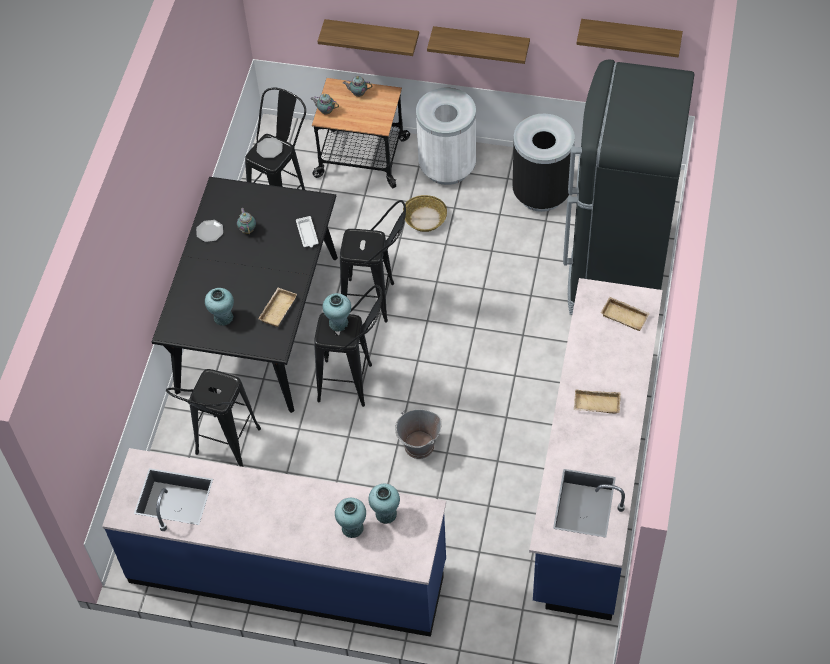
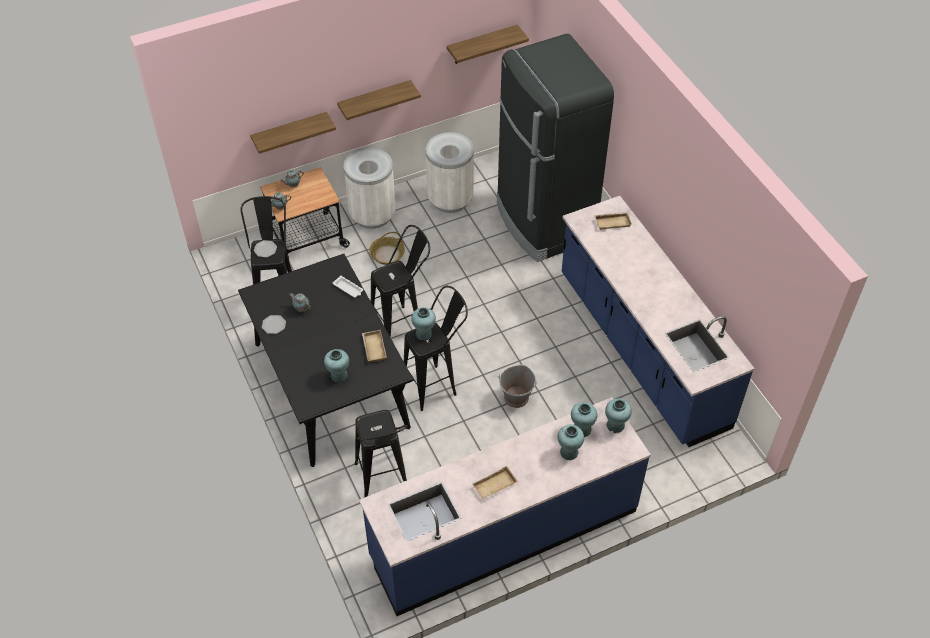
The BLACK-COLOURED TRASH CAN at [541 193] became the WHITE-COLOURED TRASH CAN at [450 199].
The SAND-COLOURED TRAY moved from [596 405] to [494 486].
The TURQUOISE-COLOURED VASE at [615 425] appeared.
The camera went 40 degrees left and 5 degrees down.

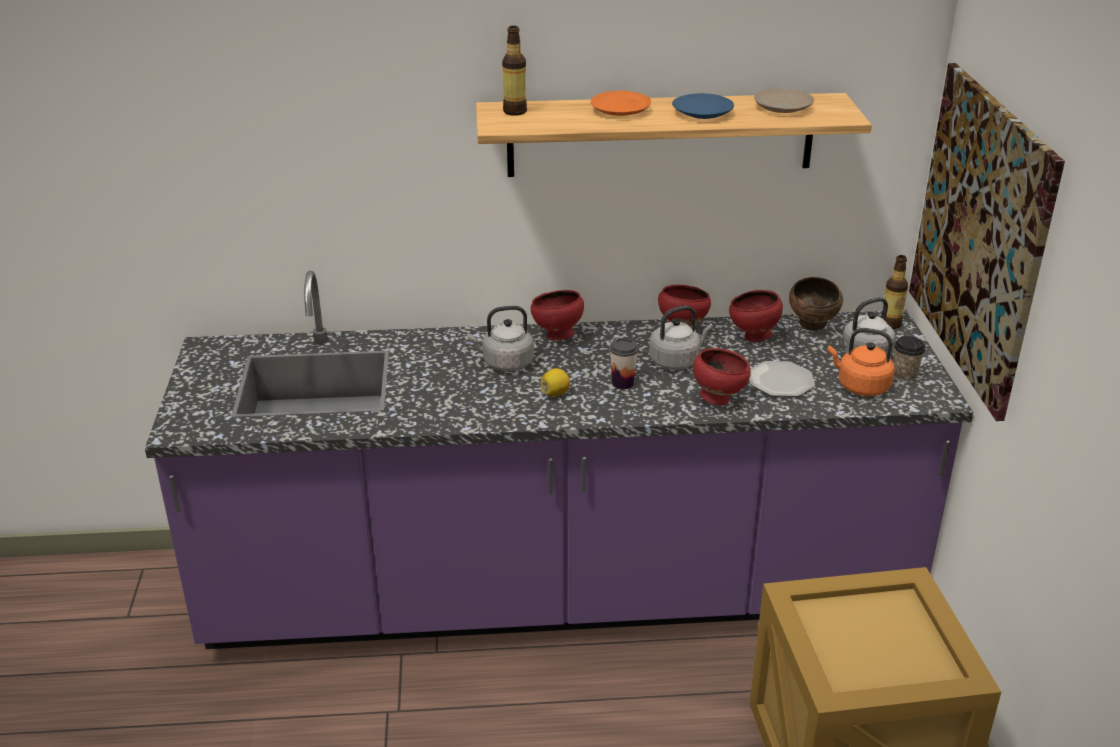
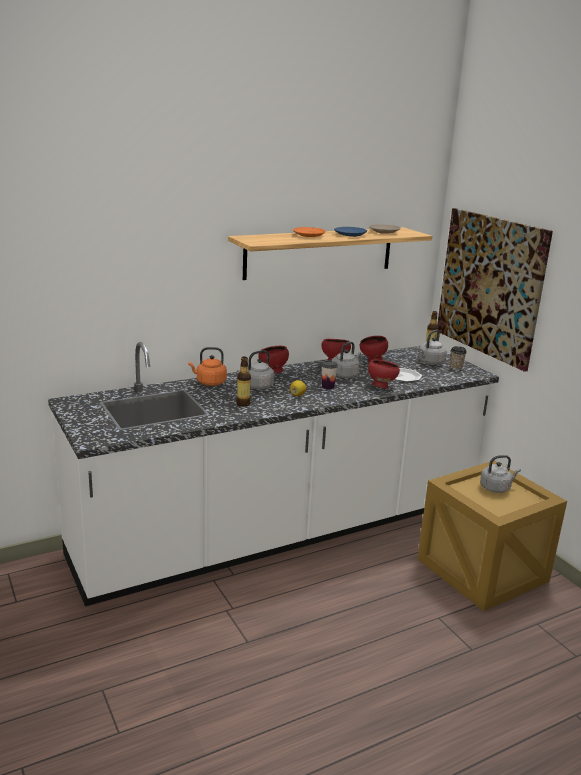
The BEVERAGE BOTTLE moved from [515 111] to [243 404].
The PURPLE COUNTER at [560 593] became the WHITE-COLOURED COUNTER at [283 531].
The BROWN BOWL at [813 326] disappeared.
The ORANGE-COLOURED TEA KETTLE moved from [860 386] to [209 382].
The GRAY TEA KETTLE at [496 488] appeared.
The camera went 25 degrees left and 10 degrees down.

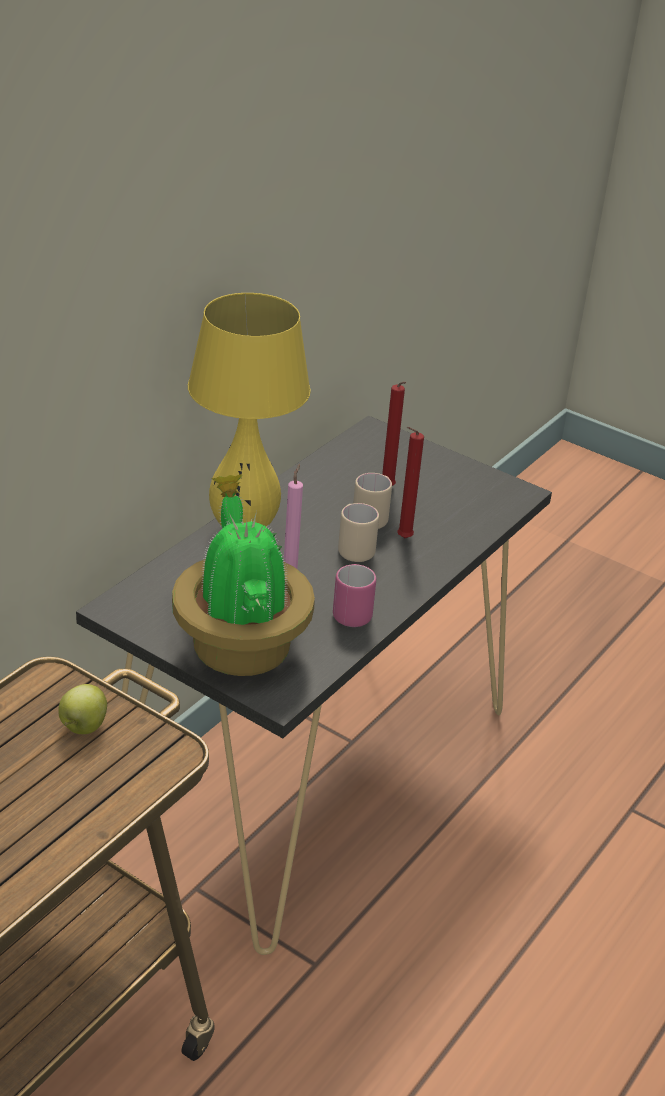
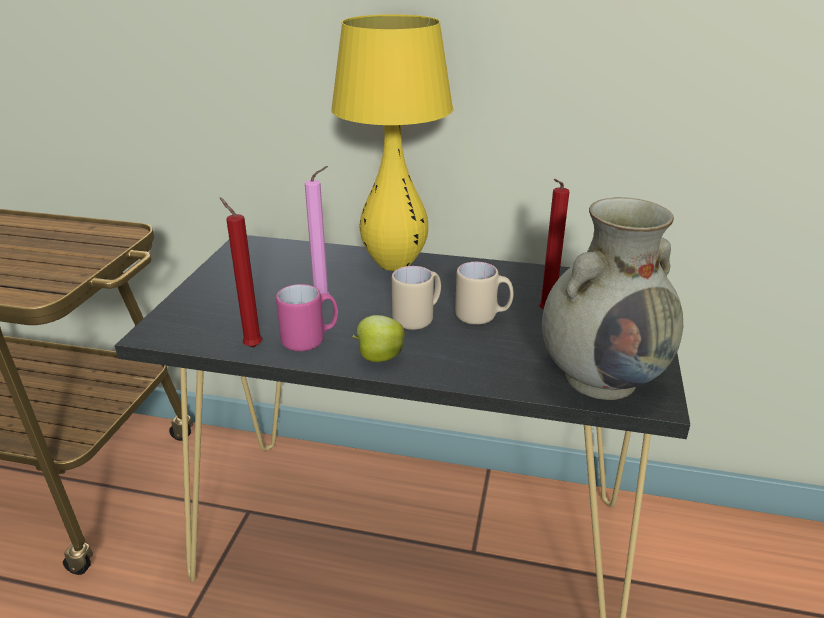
The RED CANDLE moved from [402 539] to [251 346].
The PLANT IN A POT at [240 644] disappeared.
The WHOLE APPLE moved from [83 727] to [378 357].
The SAND-COLOURED VASE at [602 377] appeared.
The camera went 70 degrees right and 5 degrees down.

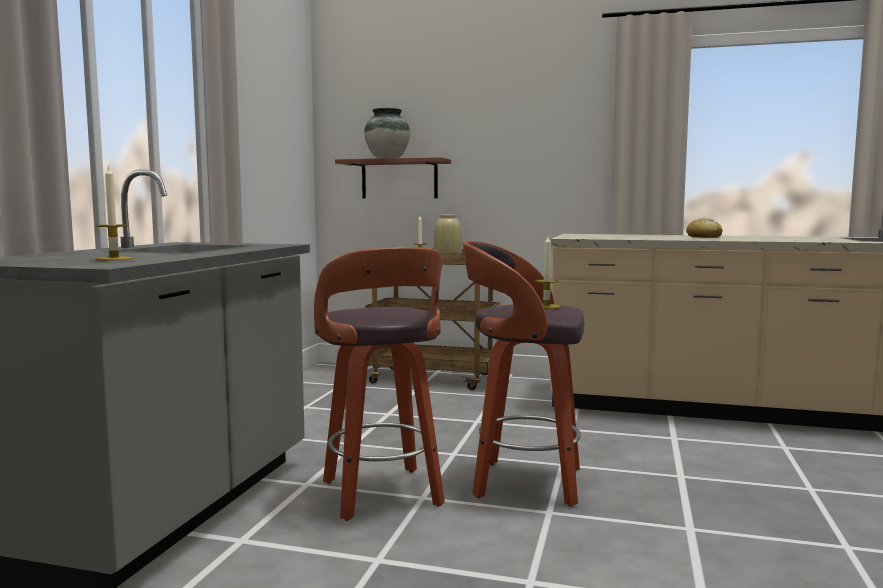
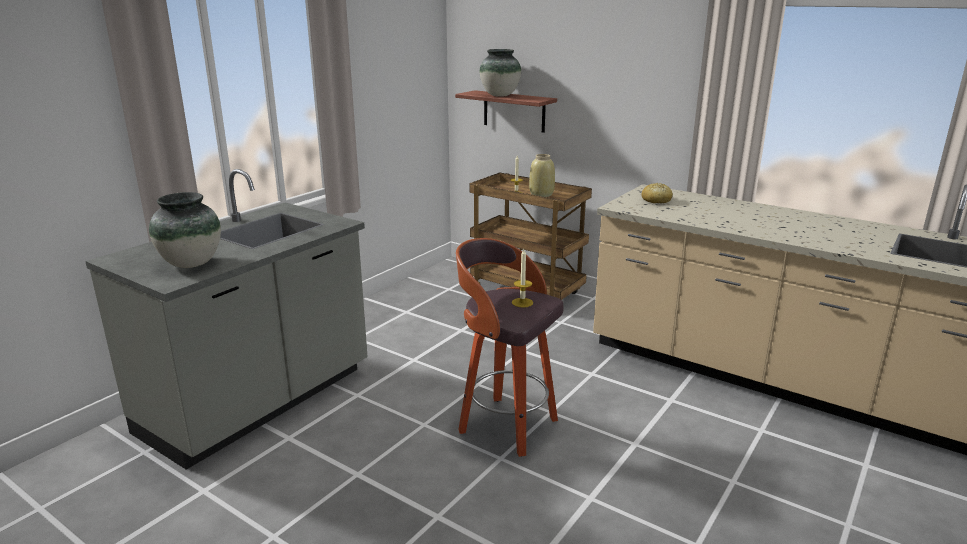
The CANDLE at [114 259] was replaced by the VASE at [192 263].
The BAKERY BREAD moved from [703 237] to [656 200].
The STOOL SEAT at [383 495] disappeared.
The camera went 20 degrees right and 15 degrees up.

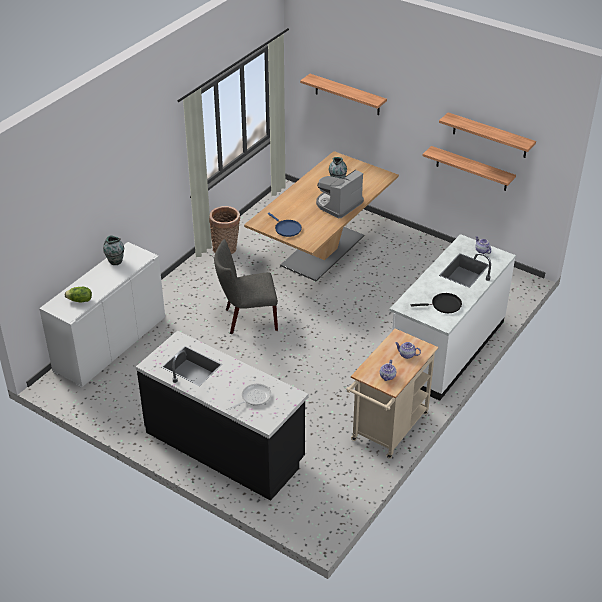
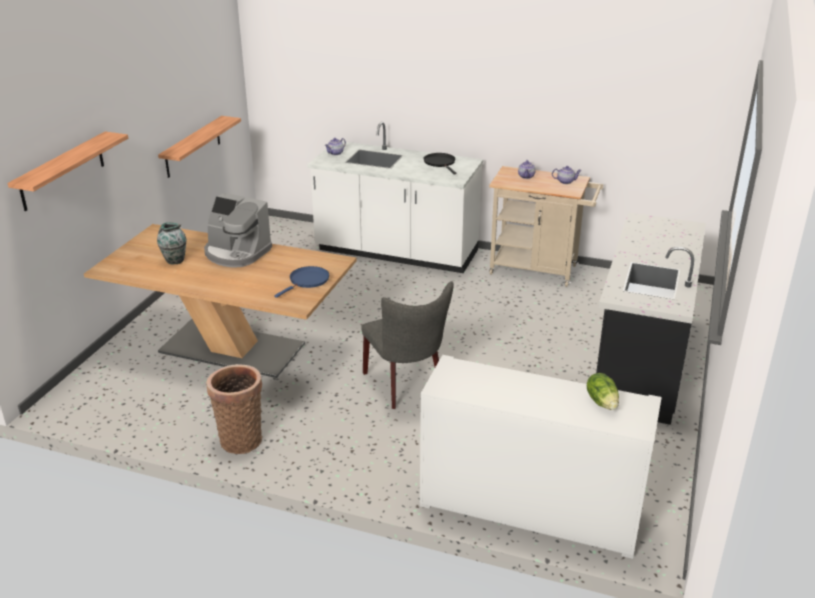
The WALL SHELF at [490 135] disappeared.
The VASE at [115 261] disappeared.
The PAN at [253 398] disappeared.
The camera went 105 degrees left and 10 degrees down.

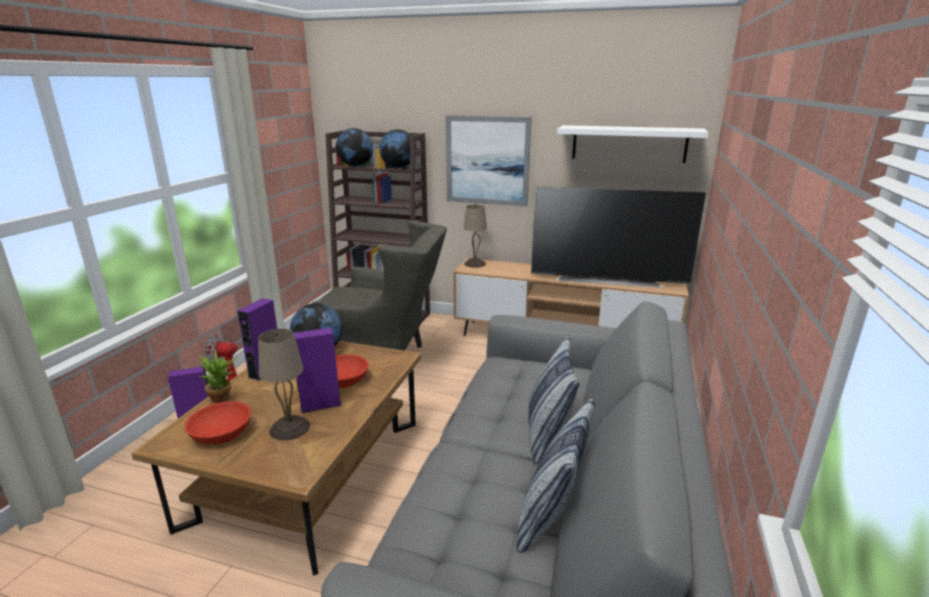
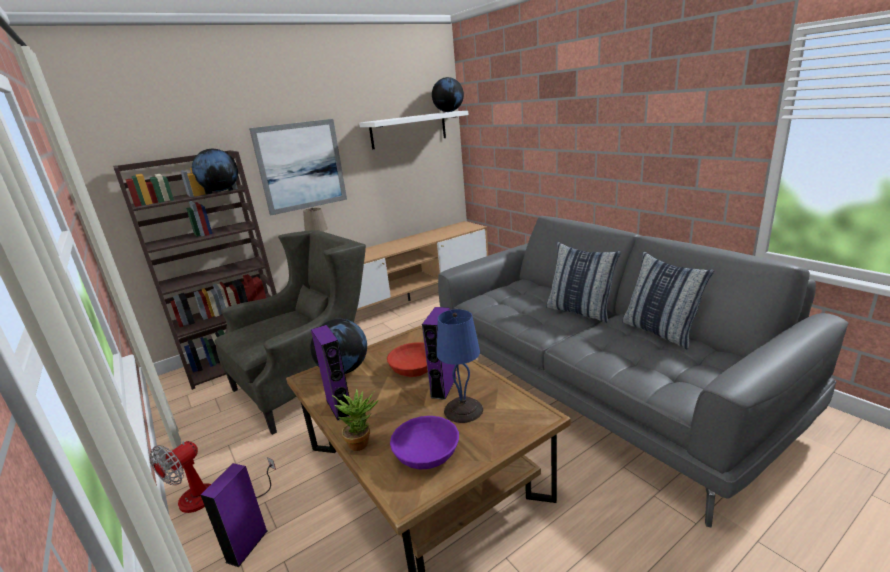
The GLOBE moved from [356 166] to [449 112].
The TV at [608 279] disappeared.
The SAND-COLOURED TABLE LAMP at [288 428] became the BLUE TABLE LAMP at [463 410].
The RED BOWL at [221 432] became the PURPLE BOWL at [426 452].
The camera went 50 degrees left and 0 degrees up.

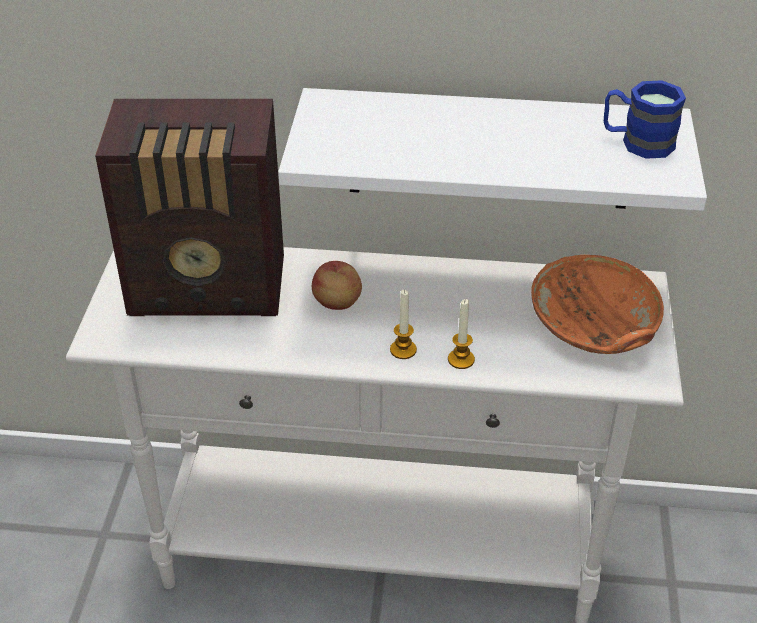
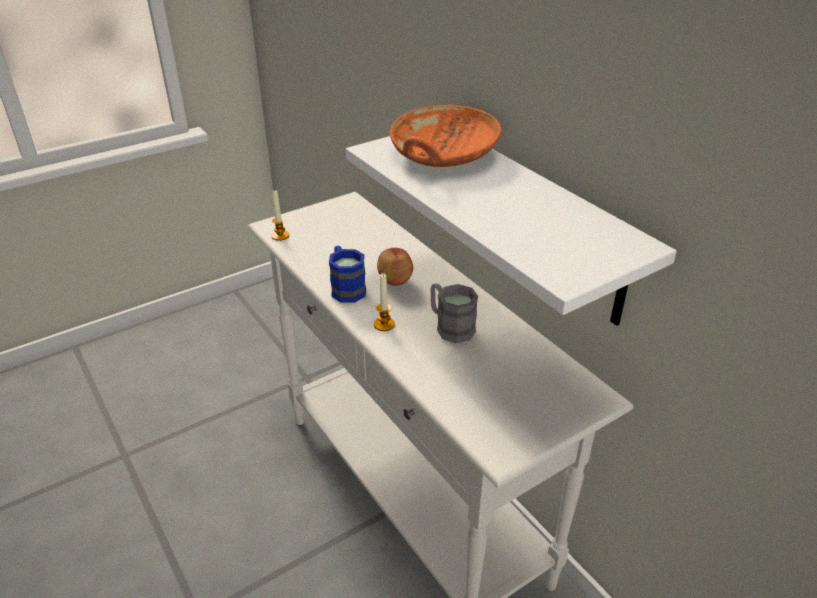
The BLUE TEA MUG moved from [637 142] to [346 288].
The RADIO at [211 288] disappeared.
The ORANGE-COLOURED BOWL moved from [595 324] to [443 154].
The CANDLE moved from [461 359] to [280 236].
The GRAY TEA MUG at [450 326] appeared.
The camera went 50 degrees right and 5 degrees down.

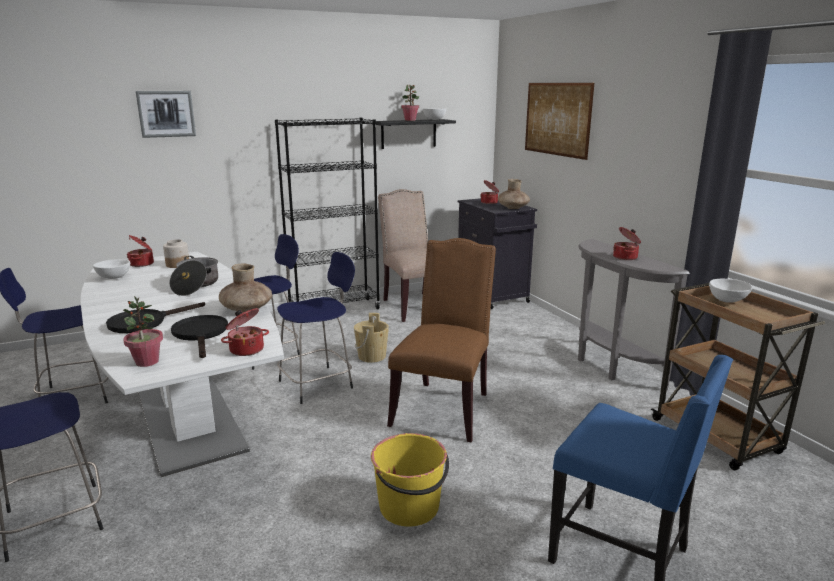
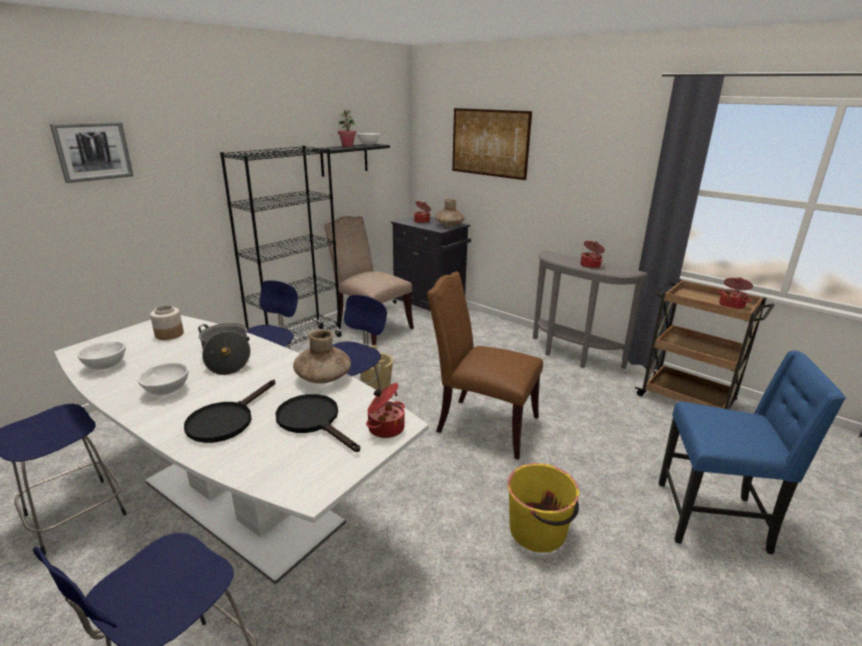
The SAUCEPOT moved from [142 264] to [732 305].
The BROWN CHAIR at [444 407] turned 60 degrees counterclockwise.
The WHITE-COLOURED BOWL moved from [728 301] to [167 391].
The PLANT IN A POT at [147 362] disappeared.
The camera went 25 degrees left and 5 degrees up.

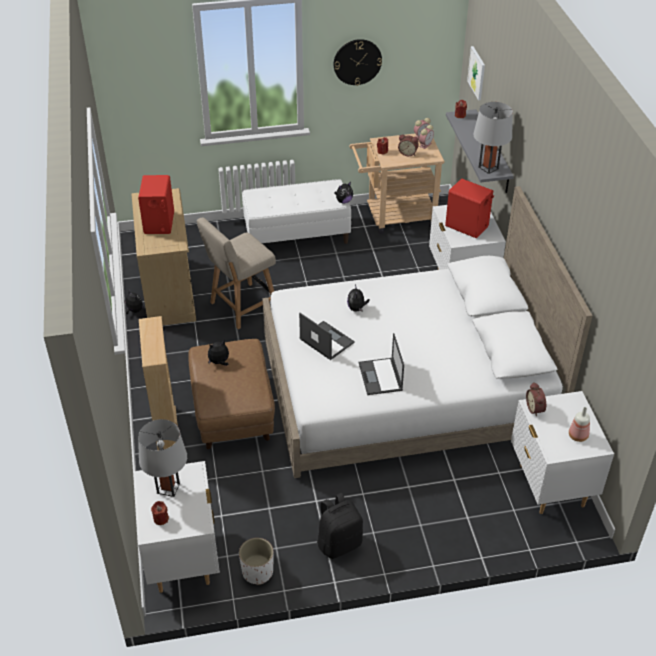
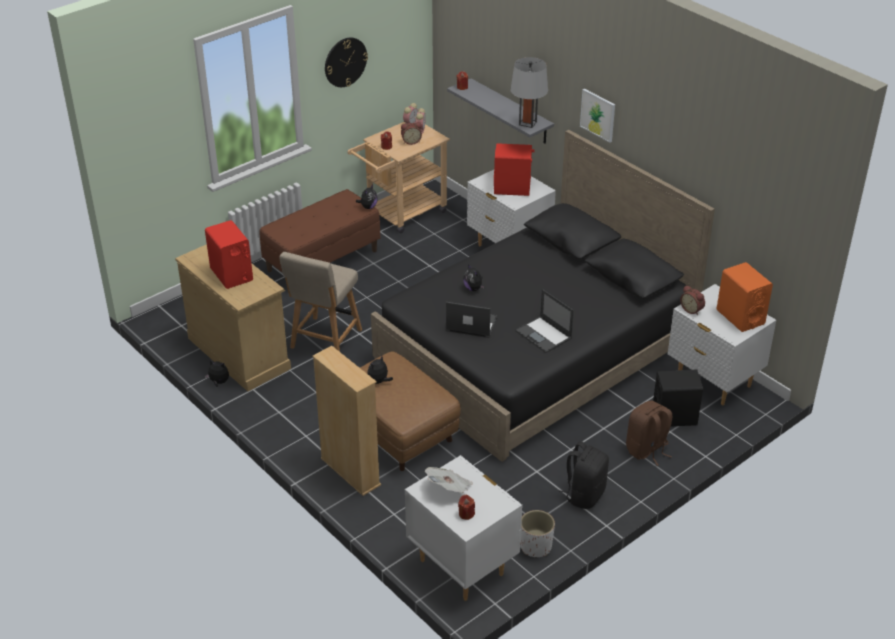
The WALL PICTURE moved from [477 73] to [598 115].
The WHITE-COLOURED LONG SEAT at [297 235] became the BROWN LONG SEAT at [322 260].
The WHITE-COLOURED SLEEPING BED at [406 388] became the BLACK-COLOURED SLEEPING BED at [535 352].
The BEVERAGE BOTTLE at [578 435] was replaced by the ORANGE-COLOURED LOUDSPEAKER at [740 317].
The GRAY TABLE LAMP at [168 488] was replaced by the DAILY PAPER at [449 488].
The BLACK-COLOURED LOUDSPEAKER at [674 417] appeared.
The BROWN BACKPACK at [647 450] appeared.
The camera went 30 degrees left and 5 degrees down.

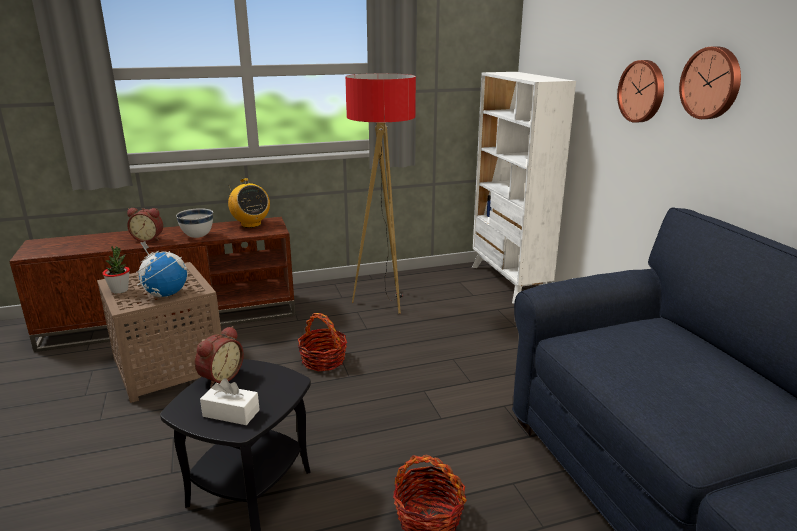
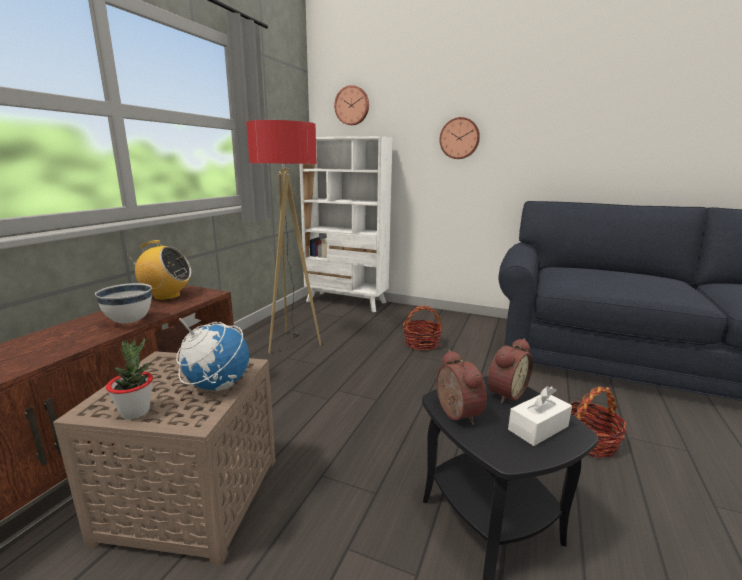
The CLOCK ON THE WALL moved from [712 83] to [352 105].
The BEDSIDE CLOCK moved from [148 239] to [504 393].
The HOUSEHOLD BASKET moved from [323 360] to [421 343].
The camera went 50 degrees left and 5 degrees down.

